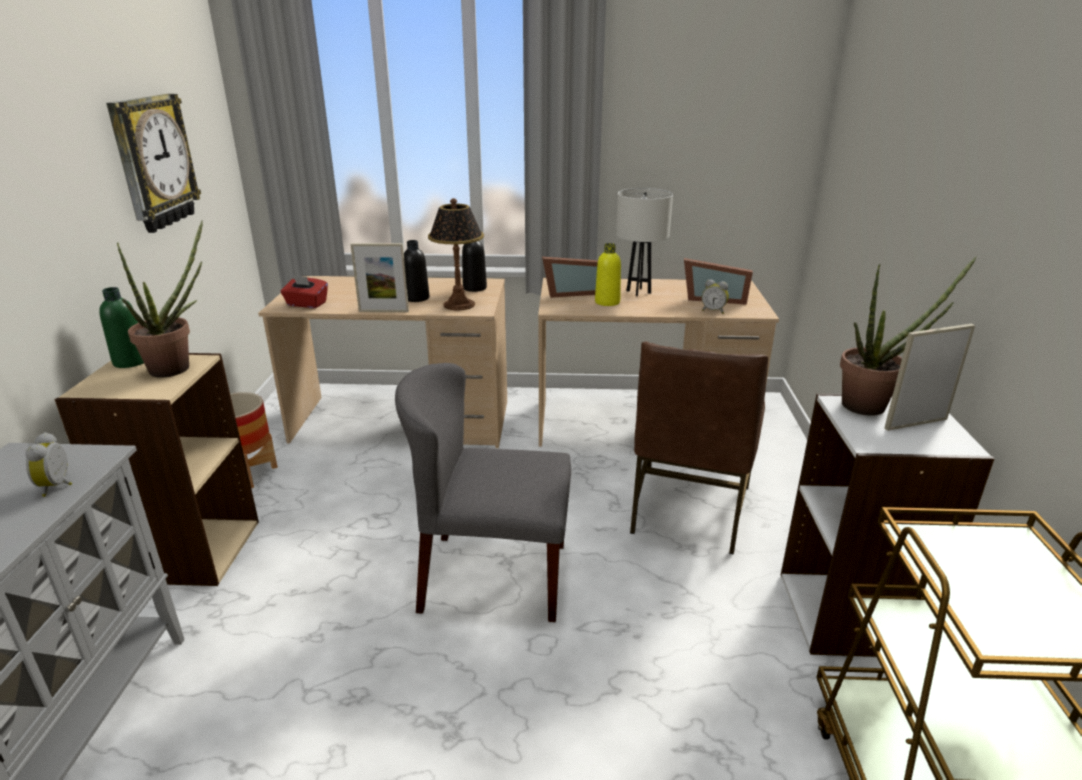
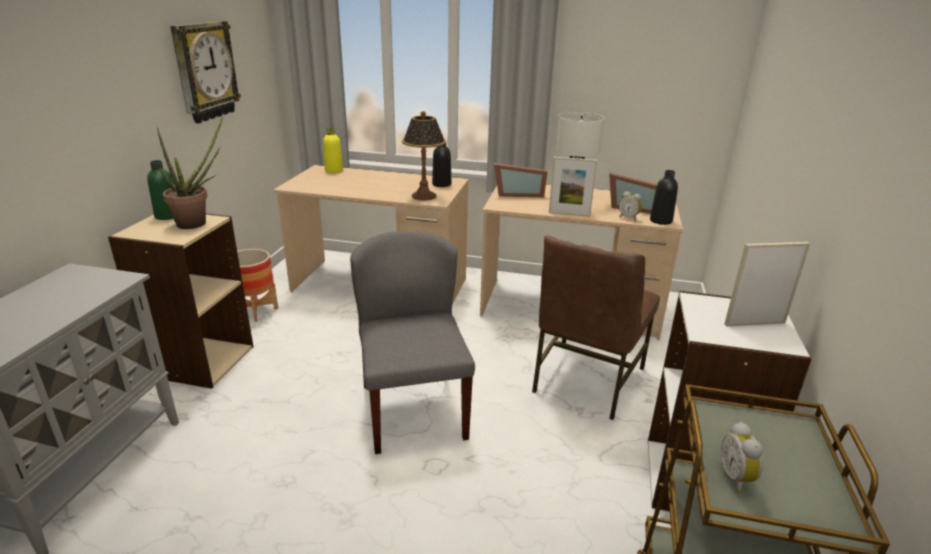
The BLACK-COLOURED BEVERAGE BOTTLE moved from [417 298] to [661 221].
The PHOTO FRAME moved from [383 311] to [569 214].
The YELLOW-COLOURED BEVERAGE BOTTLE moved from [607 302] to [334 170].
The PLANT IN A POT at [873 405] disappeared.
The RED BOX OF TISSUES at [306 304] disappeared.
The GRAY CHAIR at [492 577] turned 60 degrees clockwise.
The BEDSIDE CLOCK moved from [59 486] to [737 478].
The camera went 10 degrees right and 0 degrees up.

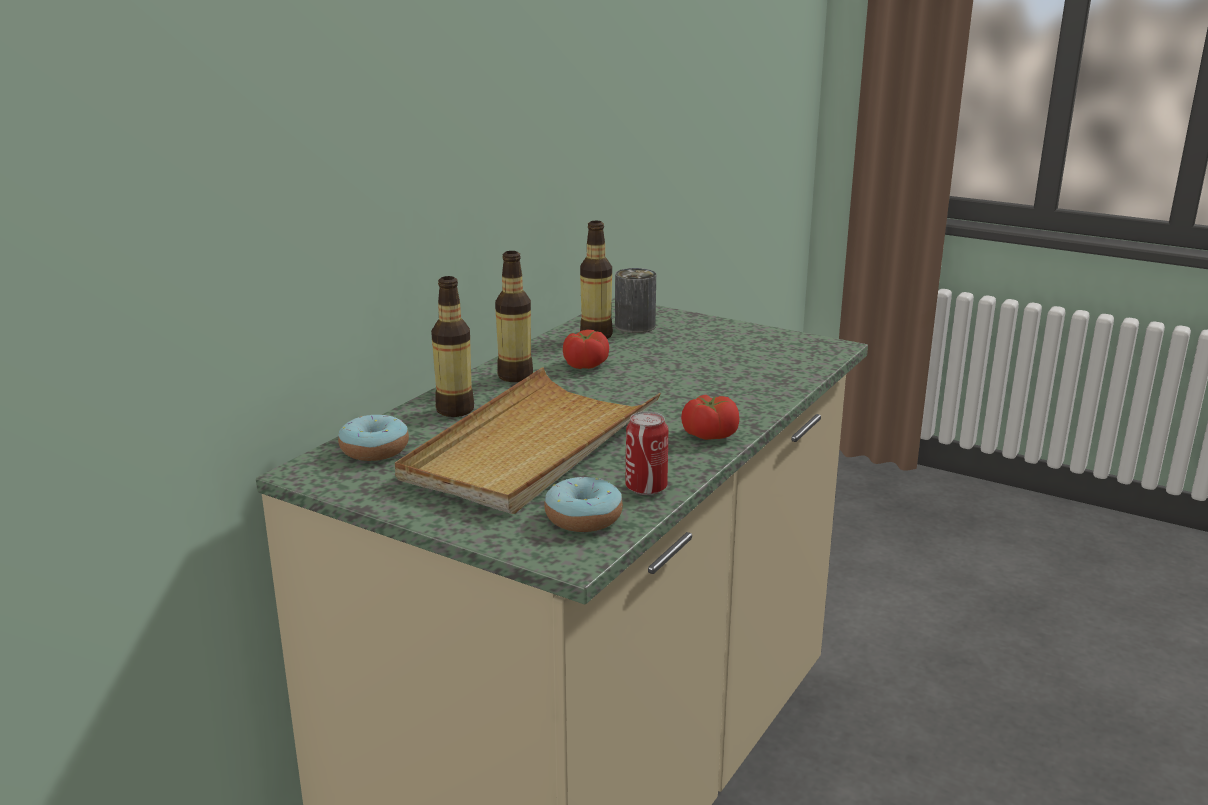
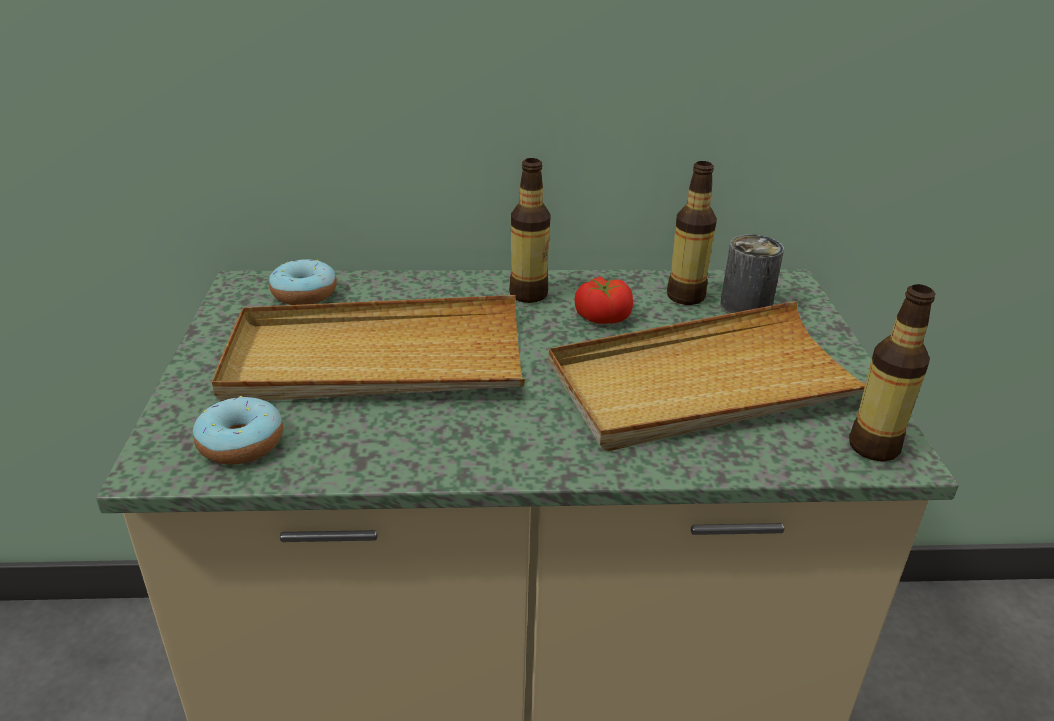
The BEVERAGE BOTTLE moved from [455 410] to [874 447].
The TOMATO at [709 434] disappeared.
The SEALED CAN at [646 488] disappeared.
The SAND-COLOURED TRAY at [707 384] appeared.
The camera went 55 degrees right and 10 degrees up.

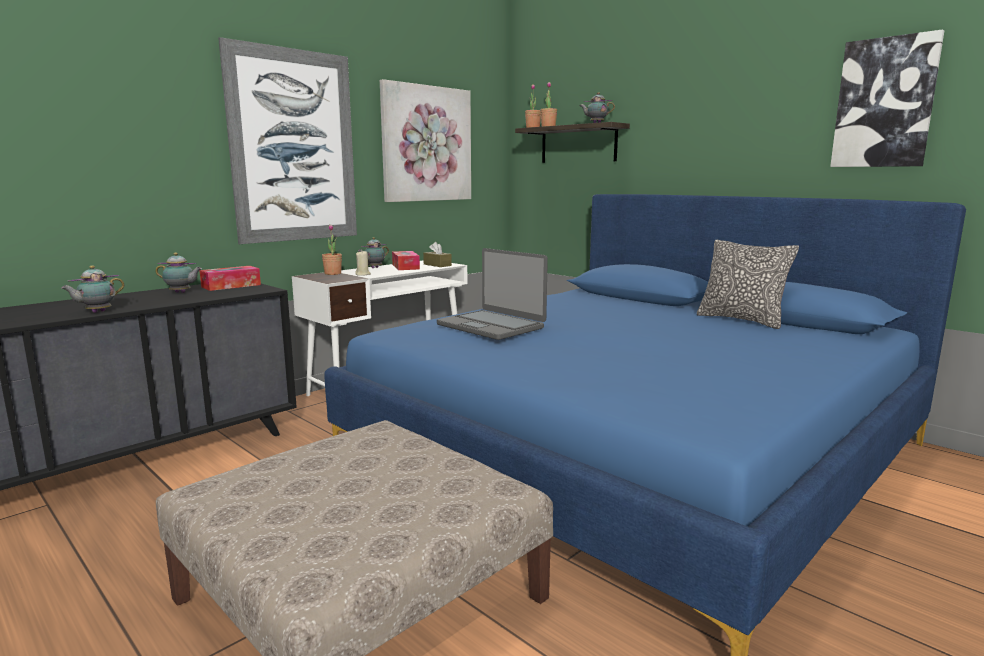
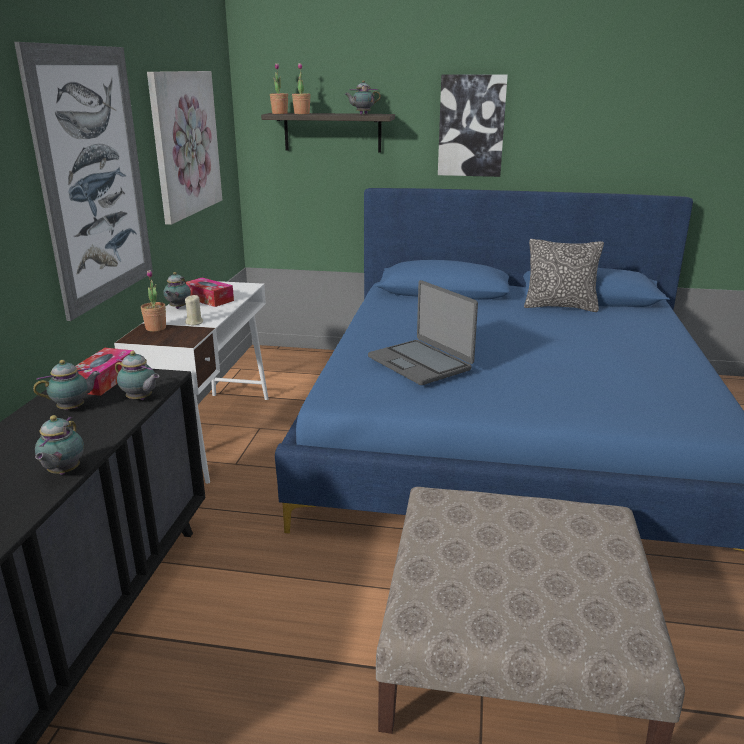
The WALL PICTURE moved from [884 103] to [471 126].
The BROWN BOX OF TISSUES at [437 265] disappeared.
The NOTEBOOK COMPUTER at [491 326] turned 45 degrees clockwise.
The TEA POT at [140 399] appeared.
The camera went 35 degrees left and 10 degrees up.

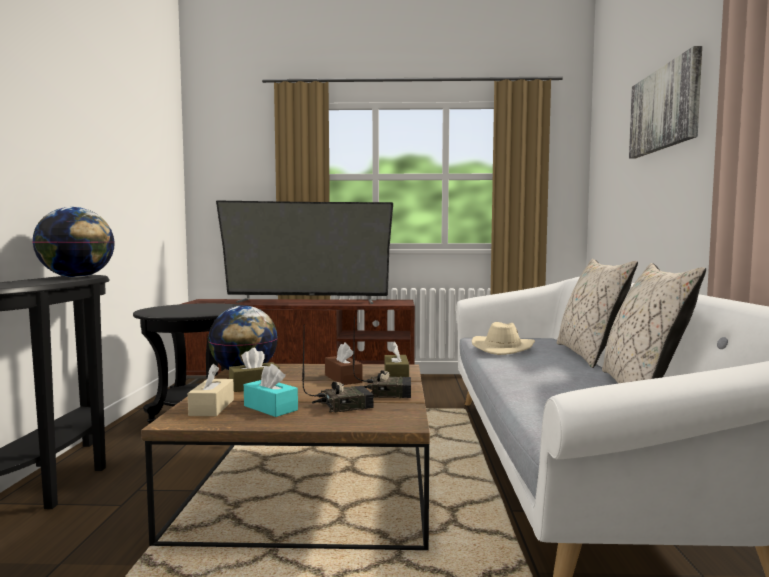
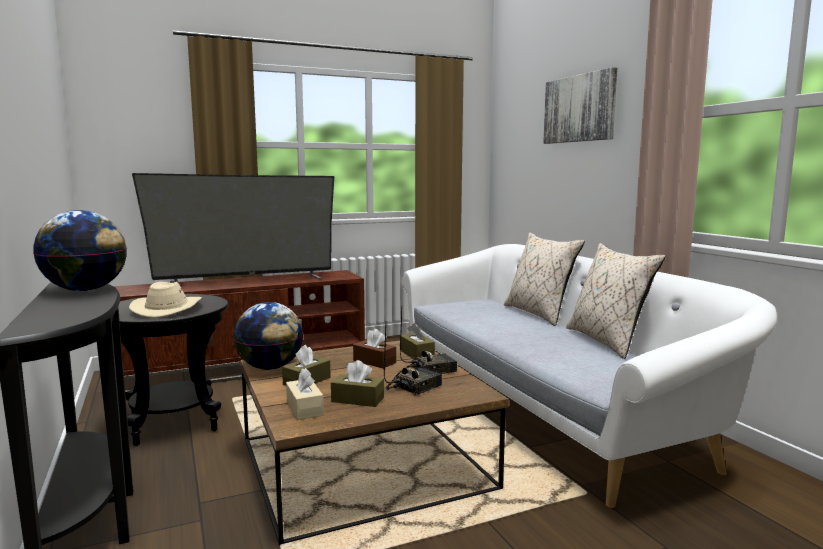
The SAND-COLOURED WEARABLE HAT moved from [503 348] to [167 309].
The TURQUOISE-COLOURED BOX OF TISSUES at [270 408] became the BROWN BOX OF TISSUES at [357 399].
The camera went 25 degrees left and 5 degrees up.

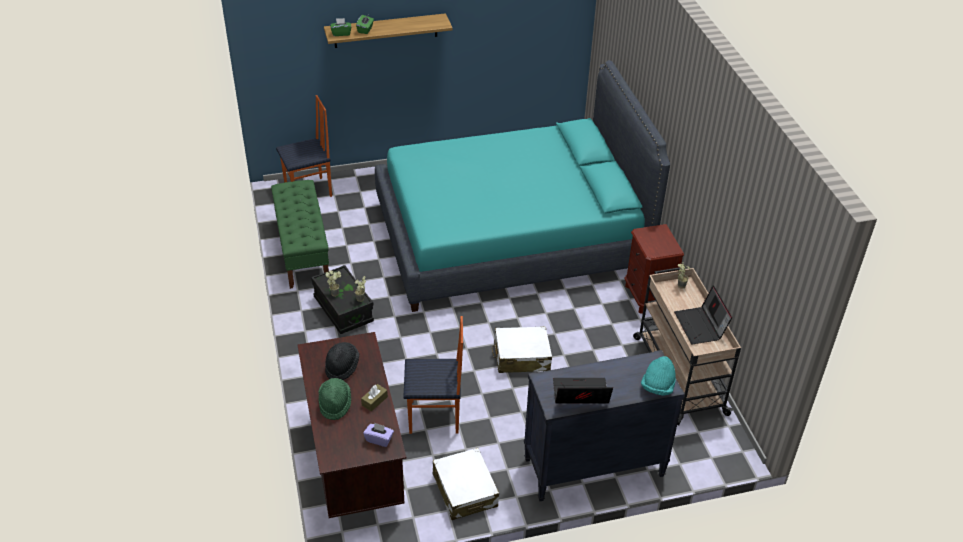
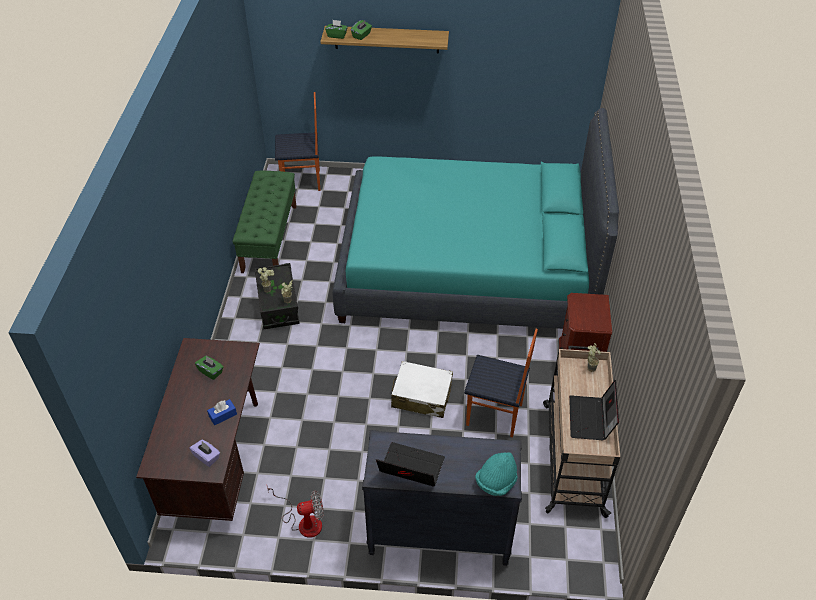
The CHAIR moved from [434 418] to [494 416].
The BLACK-COLOURED WEARABLE HAT at [342 367] was replaced by the GREEN-COLOURED BOX OF TISSUES at [211 372].
The GREEN-COLOURED WEARABLE HAT at [335 404] disappeared.
The BROWN BOX OF TISSUES at [374 401] became the BLUE BOX OF TISSUES at [223 415].
The WHITE-COLOURED TRAVEL CASE at [465 490] was replaced by the ELECTRIC FAN at [303 521].
The camera went 20 degrees right and 5 degrees up.

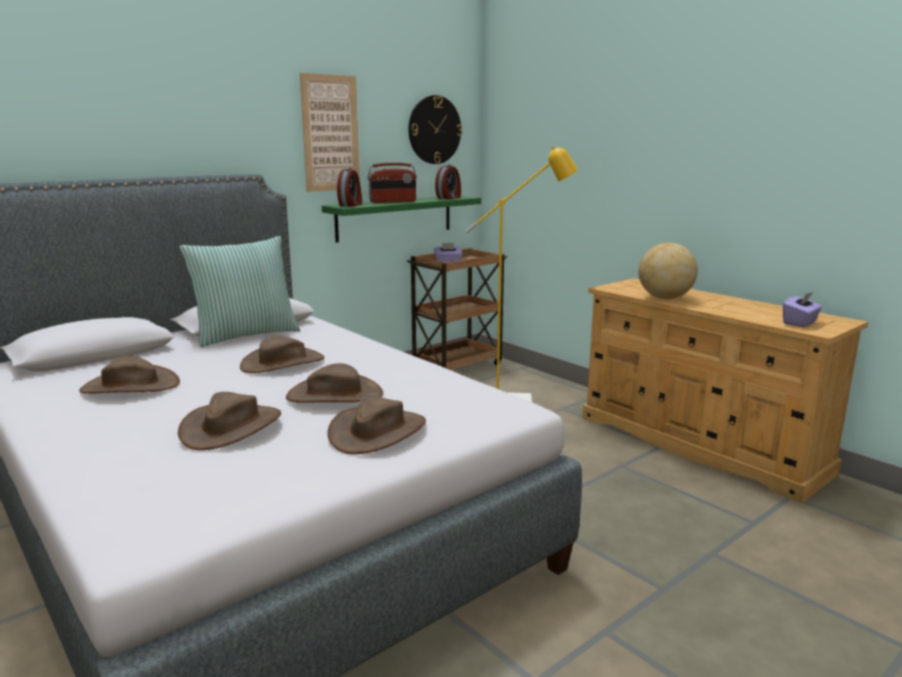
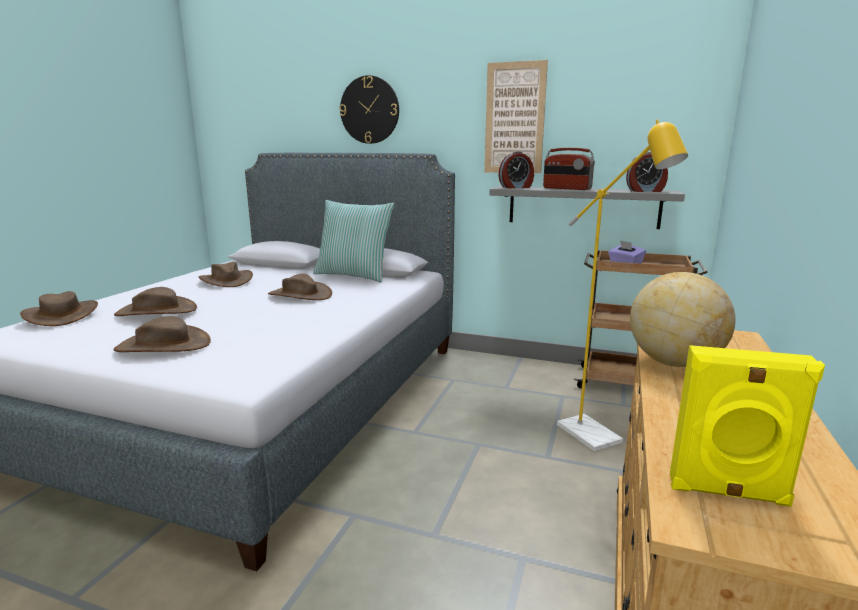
The CLOCK ON THE WALL moved from [434 130] to [369 110].
The GREEN-COLOURED WALL SHELF at [395 217] became the GRAY WALL SHELF at [583 207].
The PURPLE BOX OF TISSUES at [800 323] was replaced by the YELLOW-COLOURED LOUDSPEAKER at [728 492].
The BROWN WEARABLE HAT moved from [335 395] to [62 315].
The camera went 60 degrees right and 0 degrees up.

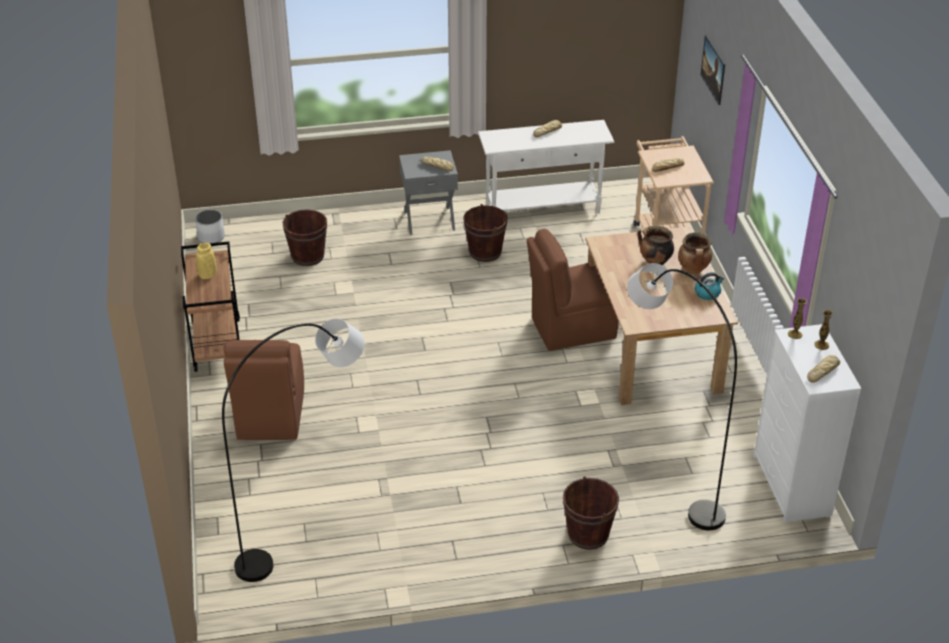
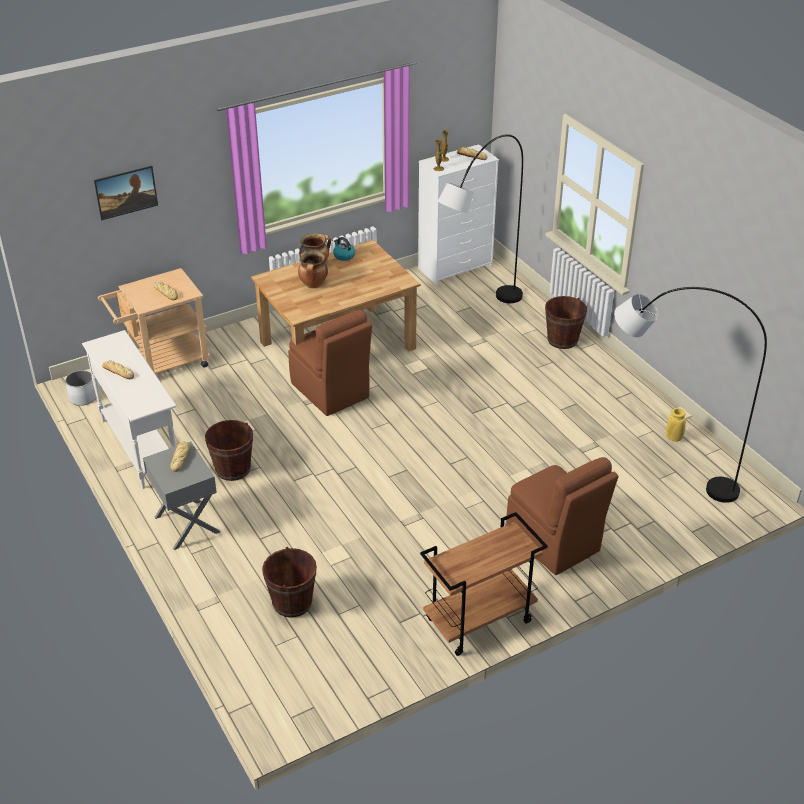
The WHITE-COLOURED FLOWER POT moved from [211 237] to [83 398].
The YELLOW-COLOURED VASE moved from [207 275] to [673 438].
The BROWN CHAIR at [270 415] turned 75 degrees clockwise.
The camera went 110 degrees left and 0 degrees up.

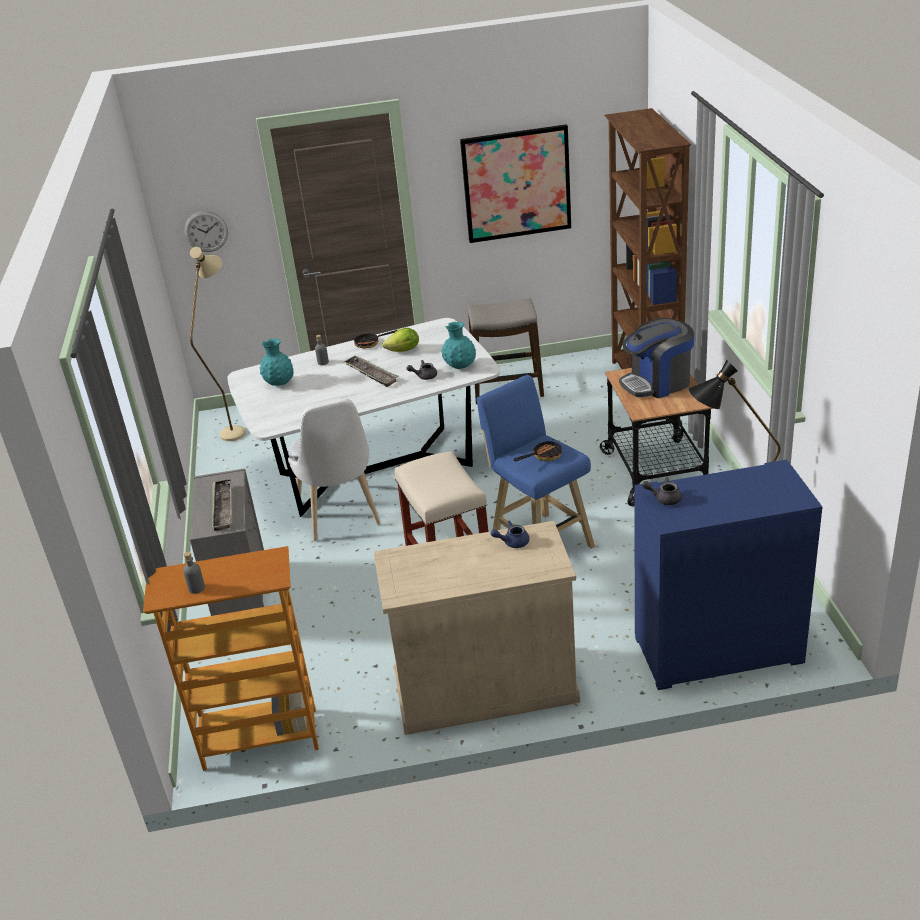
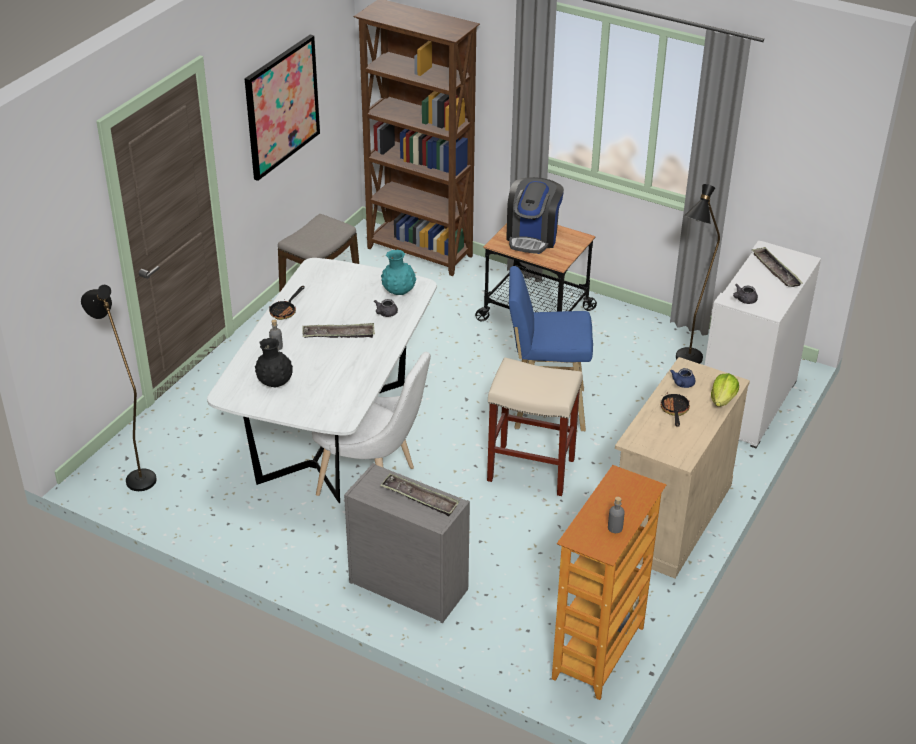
The CLOCK ON THE WALL at [206 231] disappeared.
The SAND-COLOURED STANDARD LAMP at [236 429] became the BLACK-COLOURED STANDARD LAMP at [135 475].
The HEAD OF LETTUCE moved from [404 351] to [723 400].
The TURQUOISE-COLOURED VASE at [279 383] became the BLACK-COLOURED VASE at [275 383].
The PAN moved from [543 456] to [674 411].
The BLUE STORAGE CABINET at [717 650] became the WHITE-COLOURED STORAGE CABINET at [748 404].
The TRAY at [775 271] appeared.
The camera went 55 degrees left and 5 degrees up.

